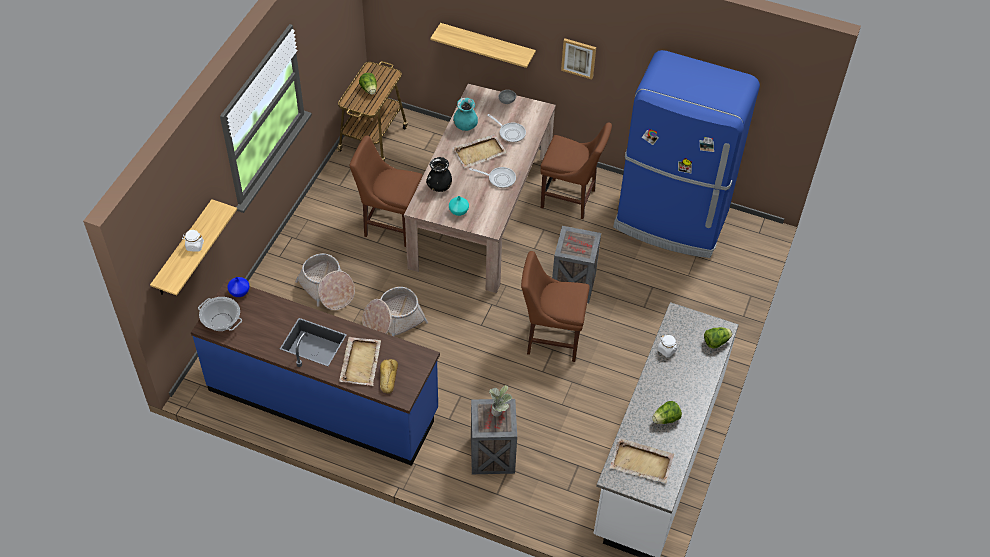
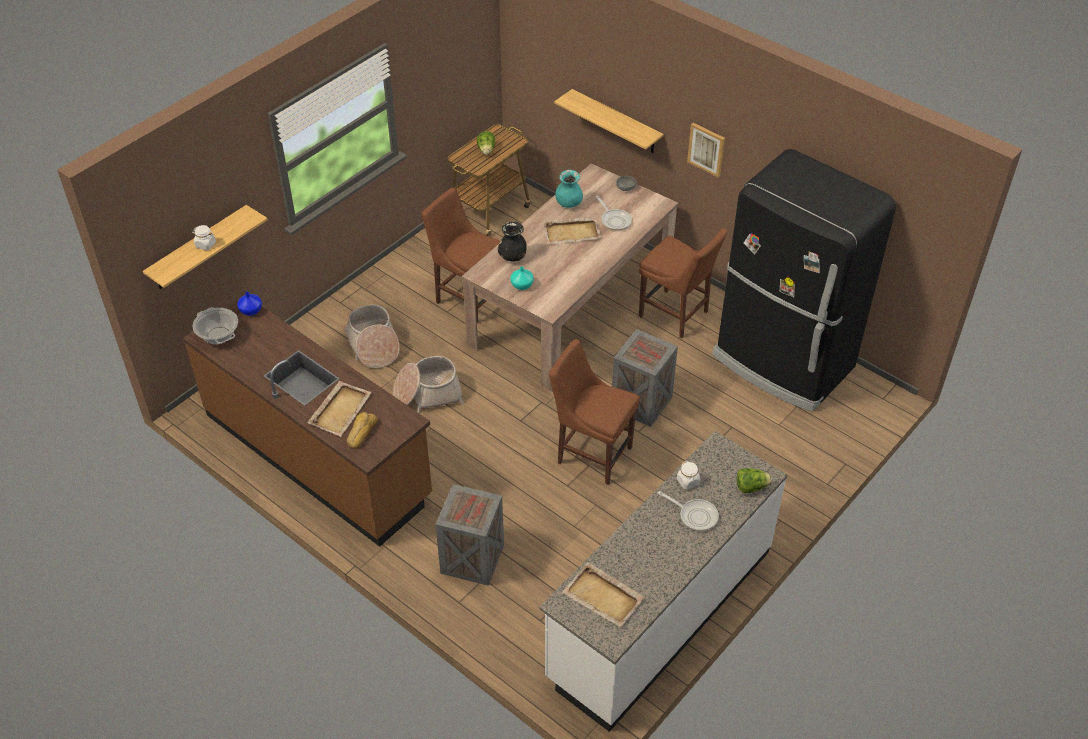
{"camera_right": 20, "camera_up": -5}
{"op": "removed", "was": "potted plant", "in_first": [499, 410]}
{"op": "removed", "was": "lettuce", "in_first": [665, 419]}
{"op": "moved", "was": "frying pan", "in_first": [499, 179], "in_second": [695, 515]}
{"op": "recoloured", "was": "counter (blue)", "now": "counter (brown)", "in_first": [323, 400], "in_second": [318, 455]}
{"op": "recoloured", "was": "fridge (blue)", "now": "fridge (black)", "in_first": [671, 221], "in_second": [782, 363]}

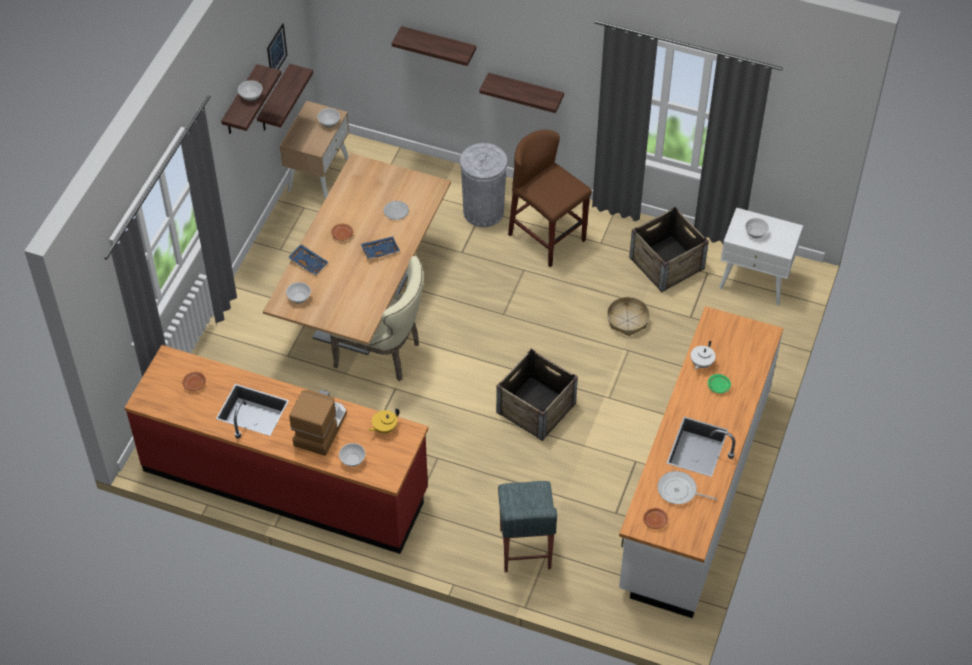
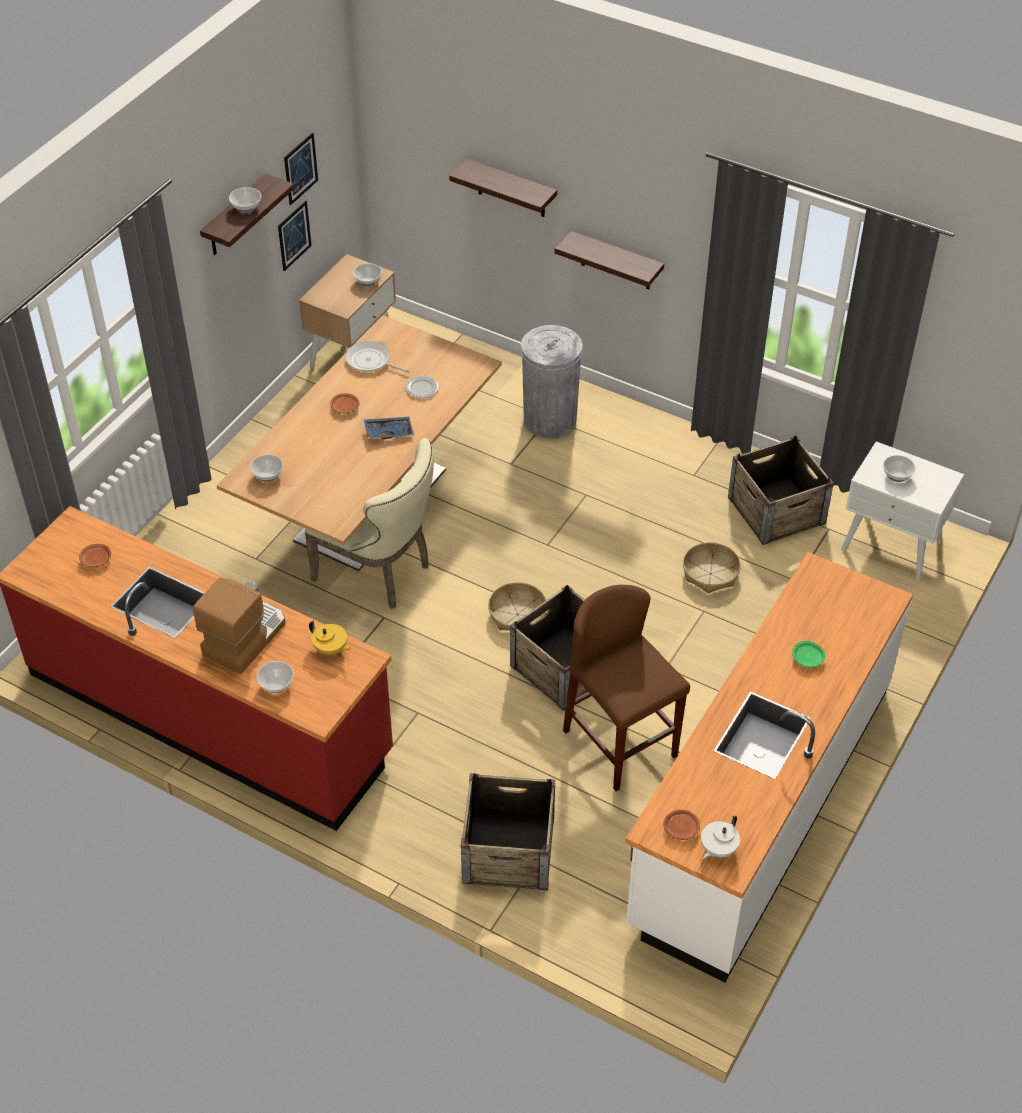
{"camera_right": 10, "camera_up": -5}
{"op": "removed", "was": "tray (blue)", "in_first": [309, 262]}
{"op": "added", "now": "basket", "in_second": [517, 614]}
{"op": "moved", "was": "stool (brown)", "in_first": [547, 237], "in_second": [620, 743]}
{"op": "moved", "was": "frying pan", "in_first": [679, 491], "in_second": [371, 361]}
{"op": "moved", "was": "teapot (white)", "in_first": [701, 363], "in_second": [717, 849]}
{"op": "replaced", "was": "shelf", "now": "picture", "in_first": [274, 100], "in_second": [294, 235]}
{"op": "replaced", "was": "stool (grey)", "now": "crate", "in_first": [525, 549], "in_second": [508, 850]}
{"op": "turned", "was": "teapot (yellow)", "in_first": [384, 428], "in_second": [331, 649], "clockwise": -120}

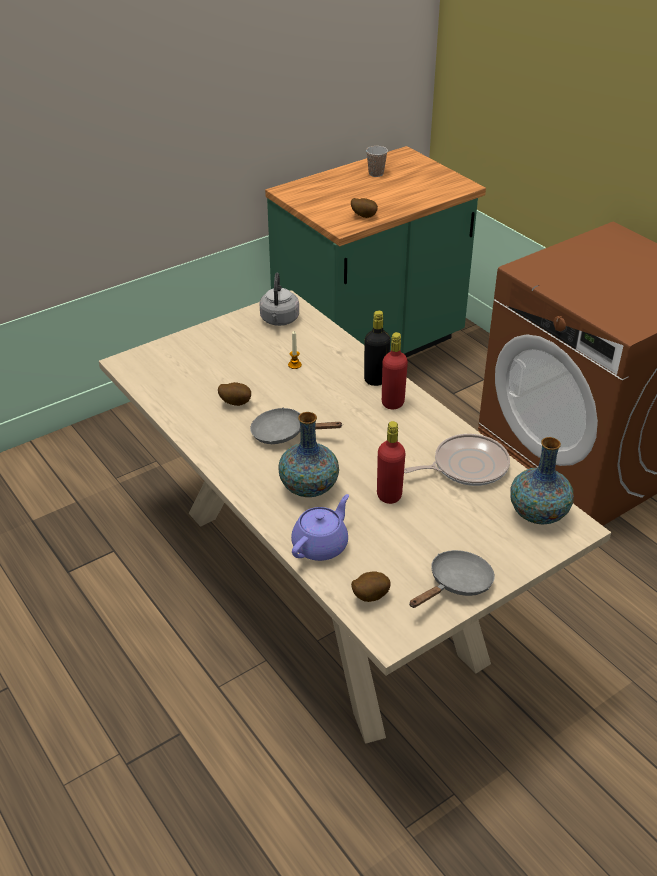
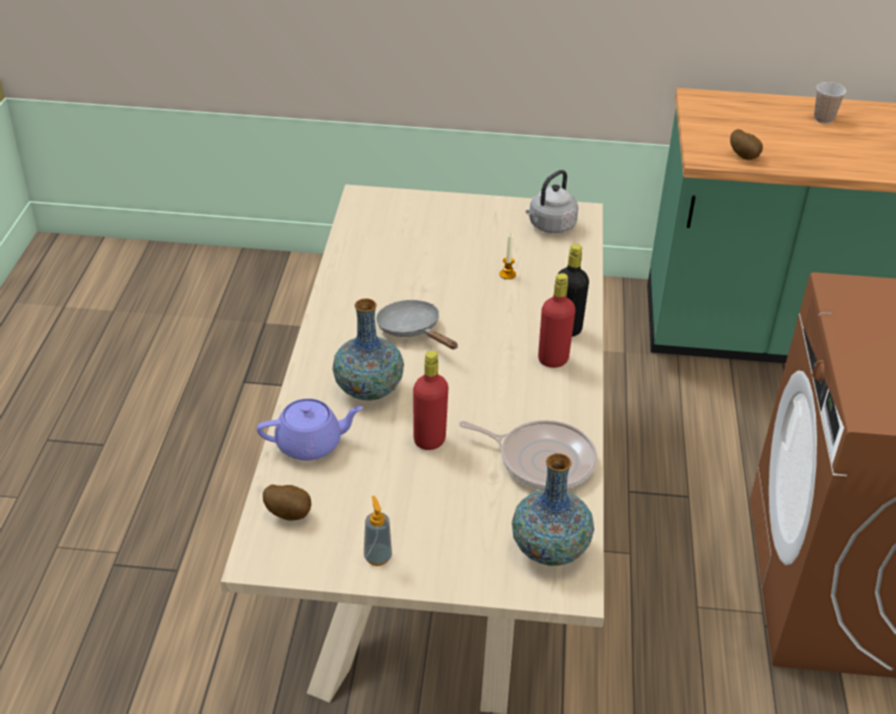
{"camera_right": 40, "camera_up": 0}
{"op": "removed", "was": "potato", "in_first": [235, 403]}
{"op": "replaced", "was": "frying pan (grey)", "now": "soap dispenser", "in_first": [456, 584], "in_second": [377, 557]}

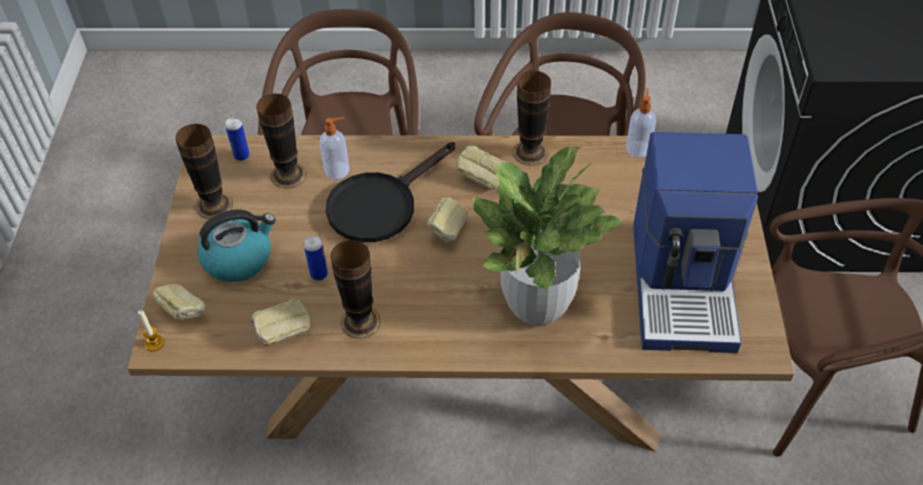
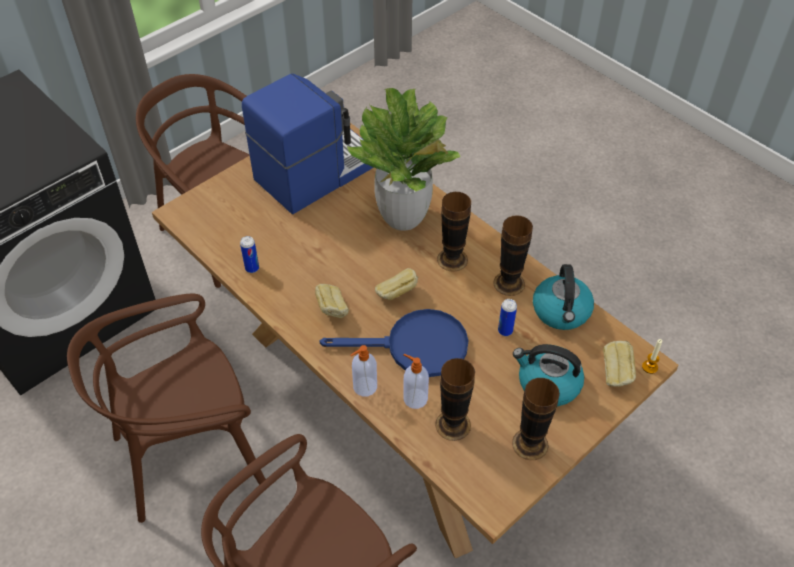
{"camera_right": -135, "camera_up": 0}
{"op": "moved", "was": "can", "in_first": [241, 156], "in_second": [252, 268]}
{"op": "moved", "was": "vase", "in_first": [530, 152], "in_second": [452, 259]}
{"op": "moved", "was": "soap dispenser", "in_first": [638, 148], "in_second": [364, 387]}
{"op": "replaced", "was": "bread", "now": "kettle", "in_first": [283, 333], "in_second": [561, 312]}
{"op": "recoloured", "was": "frying pan (black)", "now": "frying pan (blue)", "in_first": [380, 204], "in_second": [415, 347]}

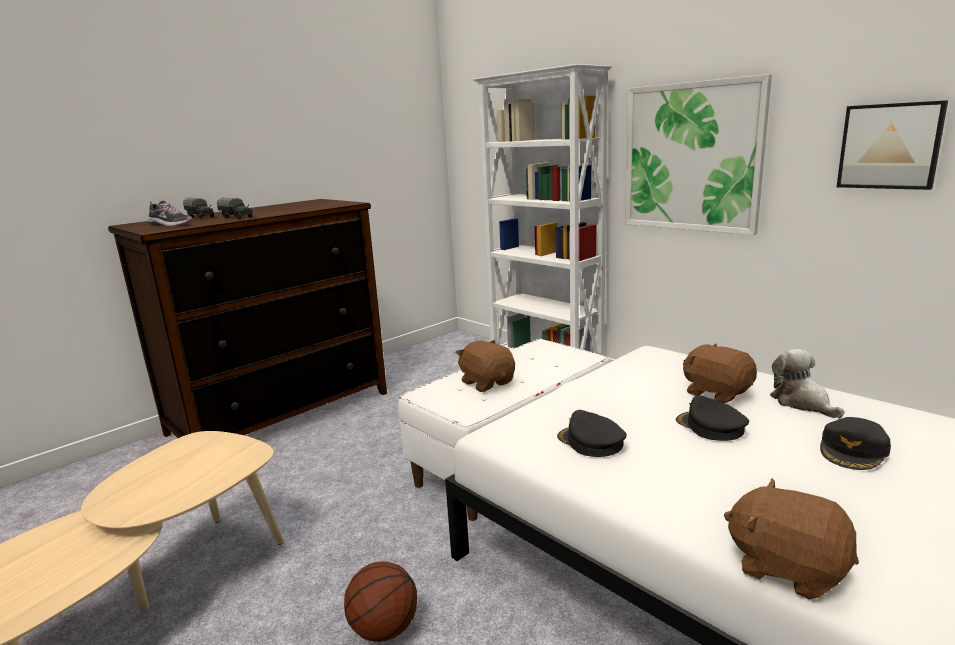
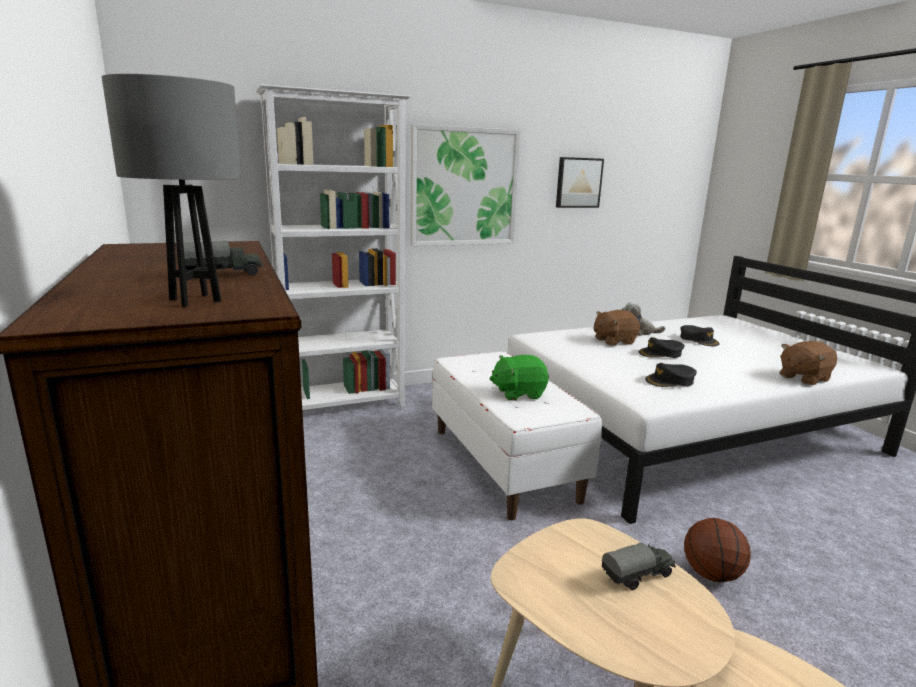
{"camera_right": -70, "camera_up": 0}
{"op": "moved", "was": "toy truck", "in_first": [200, 217], "in_second": [638, 576]}
{"op": "replaced", "was": "shoe", "now": "table lamp (grey)", "in_first": [171, 224], "in_second": [194, 300]}
{"op": "recoloured", "was": "plush toy (brown)", "now": "plush toy (green)", "in_first": [487, 383], "in_second": [518, 393]}

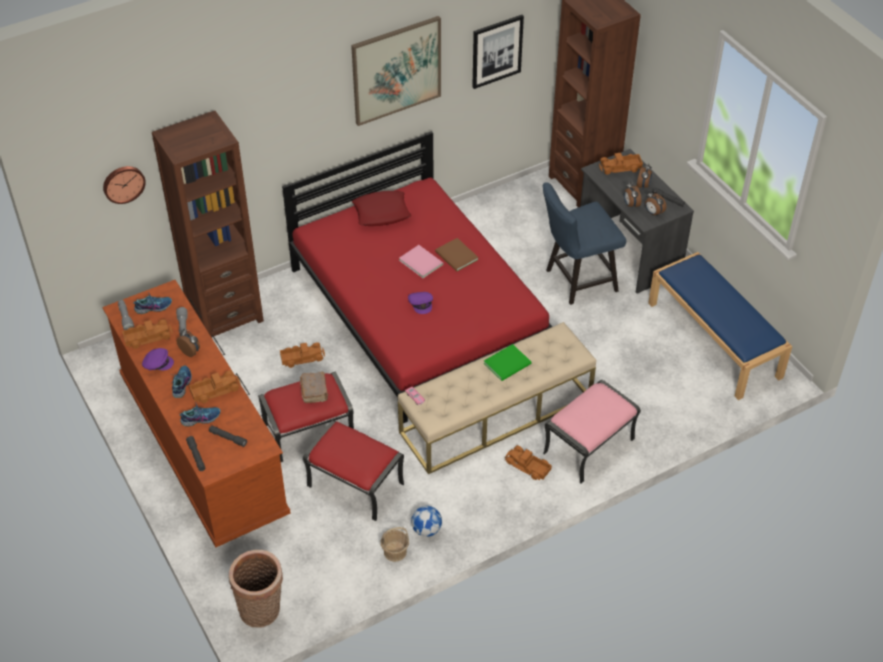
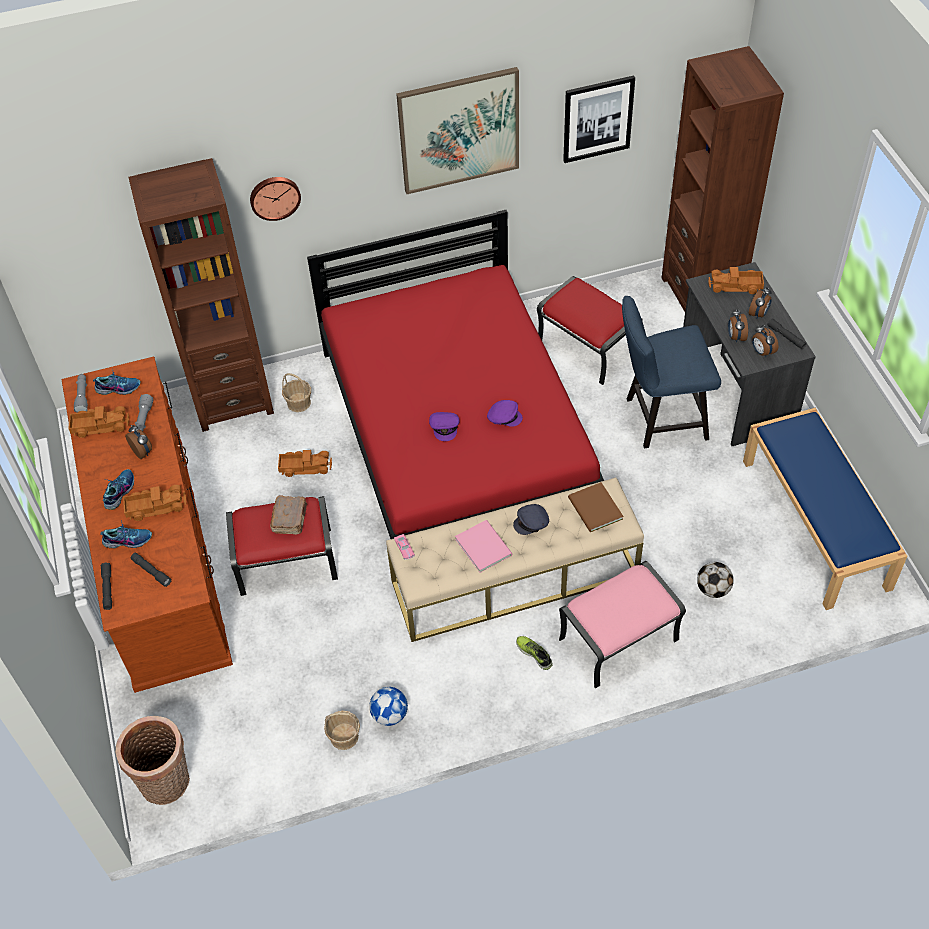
{"camera_right": 15, "camera_up": 5}
{"op": "removed", "was": "pillow (red)", "in_first": [381, 213]}
{"op": "added", "now": "basket", "in_second": [299, 402]}
{"op": "added", "now": "football", "in_second": [713, 589]}
{"op": "moved", "was": "wall clock", "in_first": [123, 183], "in_second": [274, 197]}
{"op": "moved", "was": "cap (purple)", "in_first": [157, 363], "in_second": [504, 417]}
{"op": "moved", "was": "ottoman (red)", "in_first": [356, 484], "in_second": [588, 347]}
{"op": "moved", "was": "book (pink)", "in_first": [421, 261], "in_second": [483, 545]}
{"op": "moved", "was": "book (brown)", "in_first": [456, 257], "in_second": [595, 510]}
{"op": "replaced", "was": "book (green)", "now": "cap (grey)", "in_first": [509, 363], "in_second": [532, 522]}
{"op": "replaced", "was": "toy truck", "now": "shoe", "in_first": [527, 467], "in_second": [534, 654]}

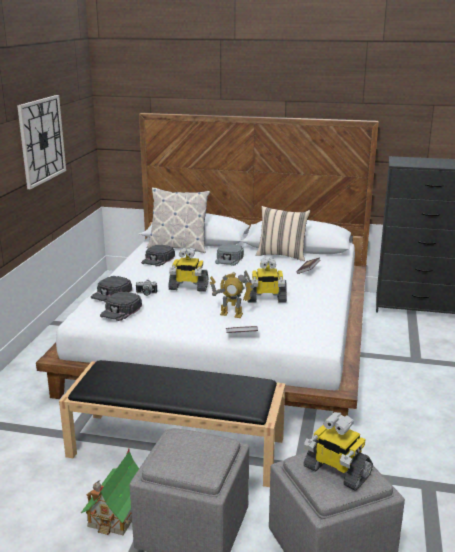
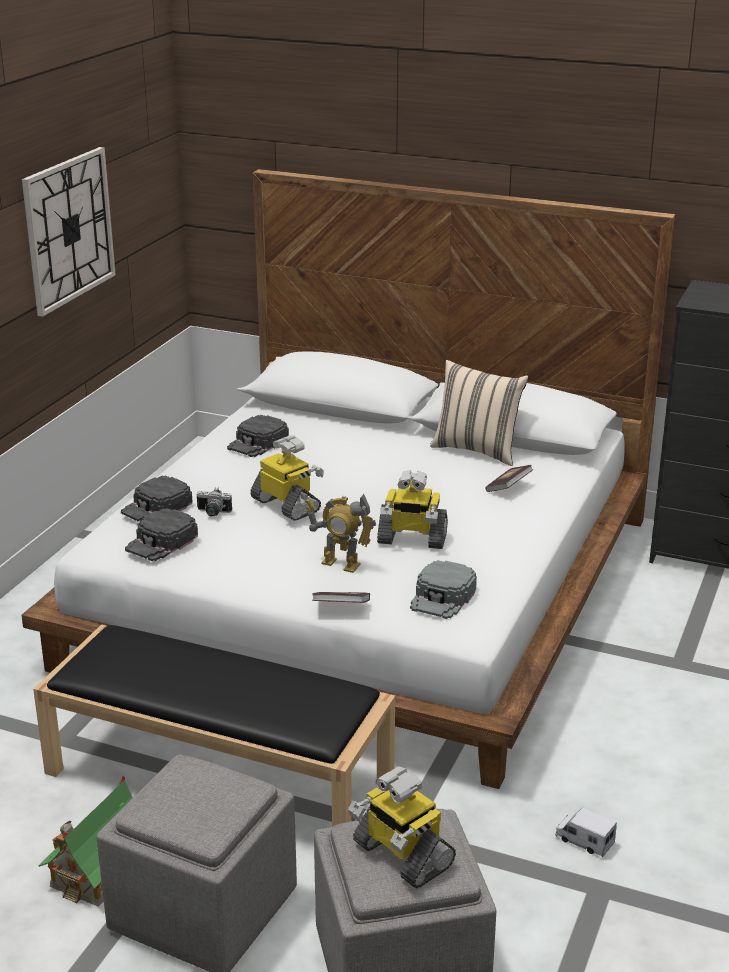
{"camera_right": 10, "camera_up": 5}
{"op": "removed", "was": "pillow", "in_first": [178, 247]}
{"op": "added", "now": "toy truck", "in_second": [584, 841]}
{"op": "moved", "was": "cap (grey)", "in_first": [229, 259], "in_second": [443, 597]}
{"op": "turned", "was": "toy robot", "in_first": [188, 287], "in_second": [287, 505], "clockwise": -150}

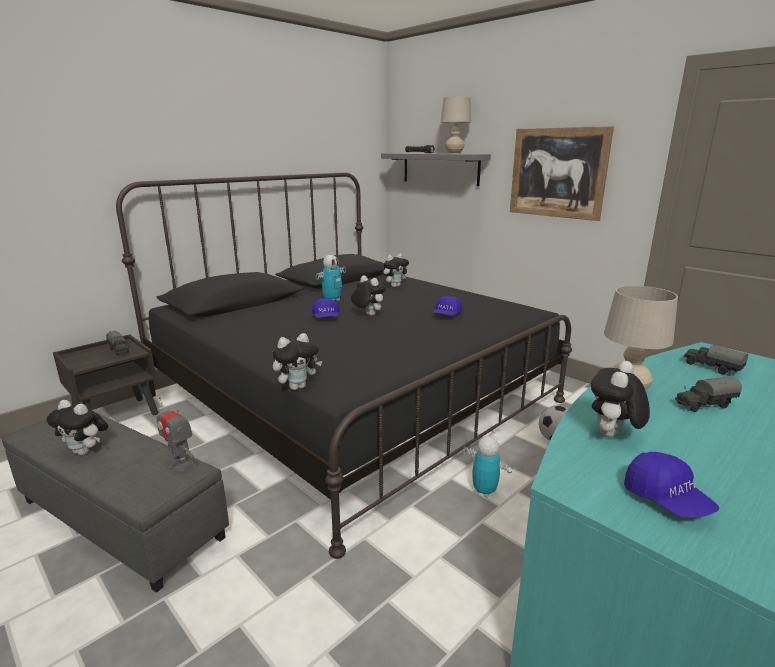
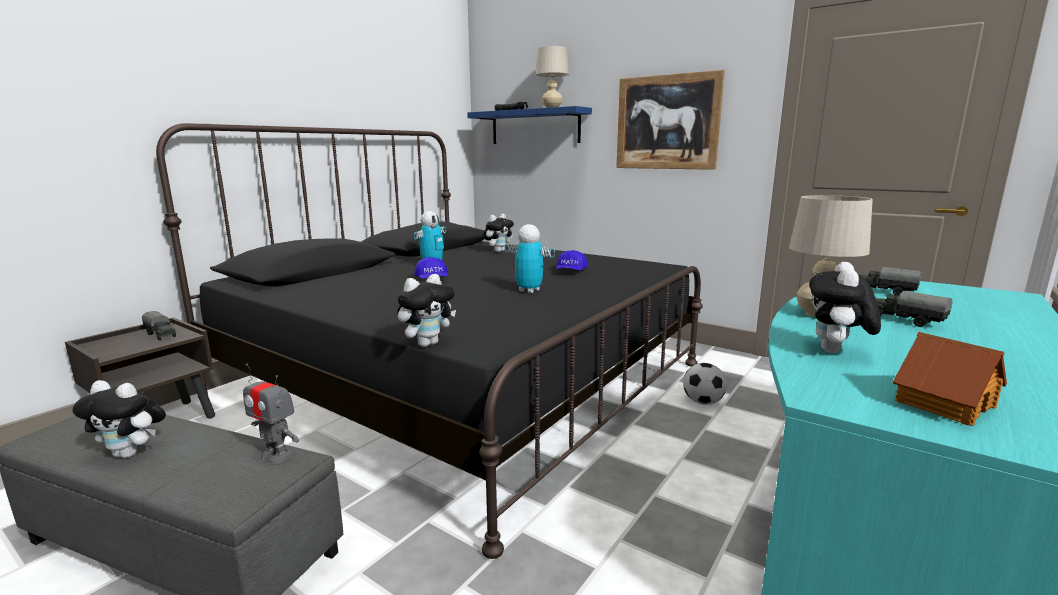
{"camera_right": -10, "camera_up": -5}
{"op": "removed", "was": "plush toy", "in_first": [368, 315]}
{"op": "moved", "was": "toy robot", "in_first": [484, 491], "in_second": [529, 290]}
{"op": "replaced", "was": "cap (blue)", "now": "toy house", "in_first": [666, 500], "in_second": [943, 403]}
{"op": "recoloured", "was": "shelf (grey)", "now": "shelf (blue)", "in_first": [440, 168], "in_second": [534, 127]}
{"op": "turned", "was": "toy truck", "in_first": [703, 405], "in_second": [903, 320], "clockwise": 75}

